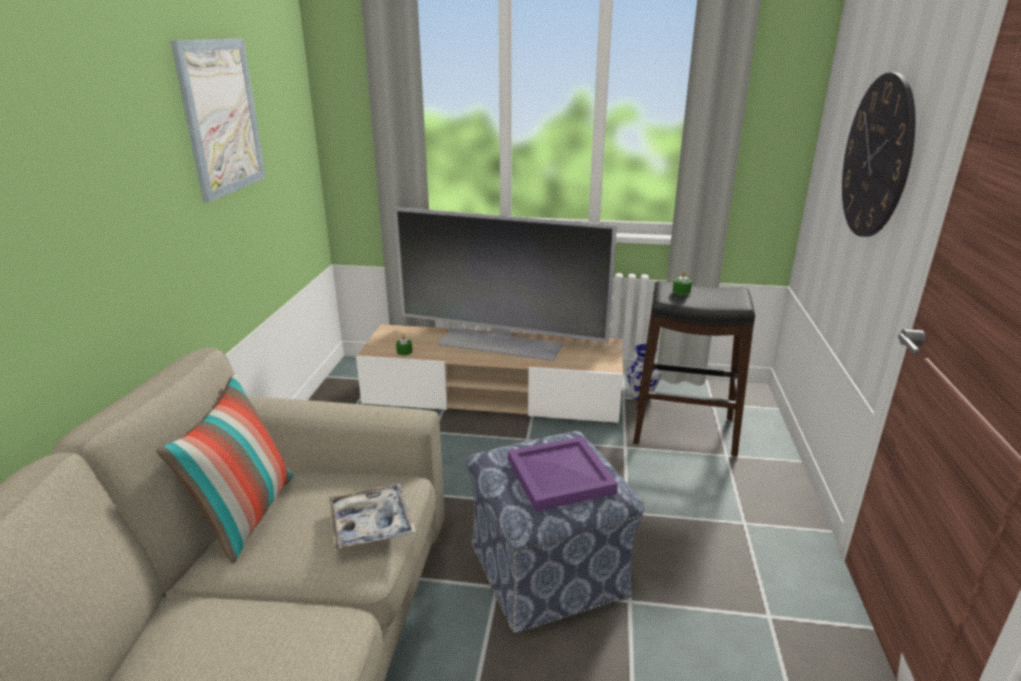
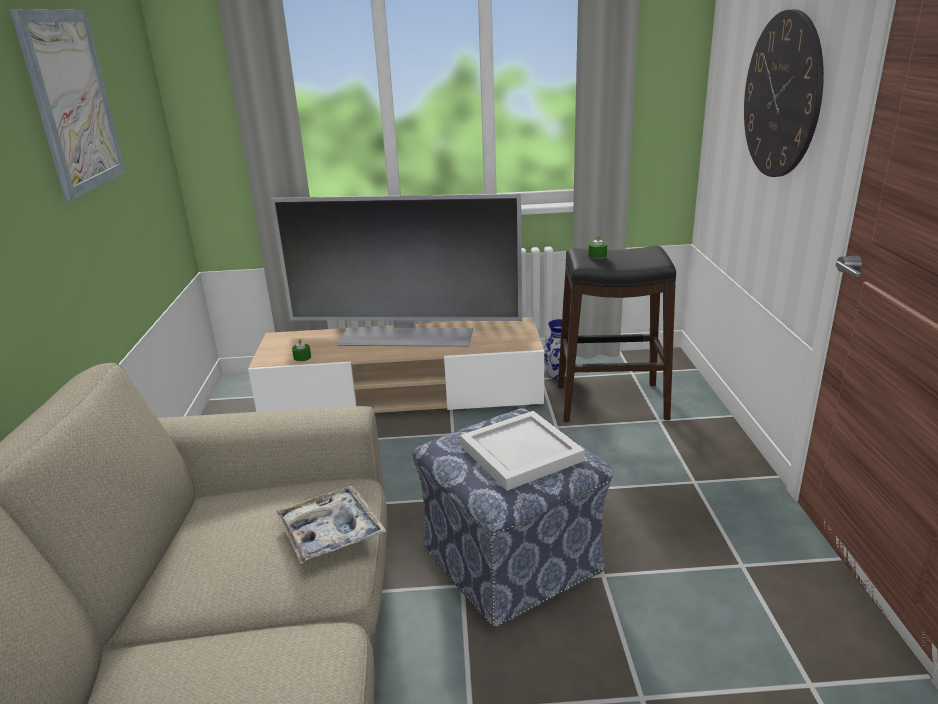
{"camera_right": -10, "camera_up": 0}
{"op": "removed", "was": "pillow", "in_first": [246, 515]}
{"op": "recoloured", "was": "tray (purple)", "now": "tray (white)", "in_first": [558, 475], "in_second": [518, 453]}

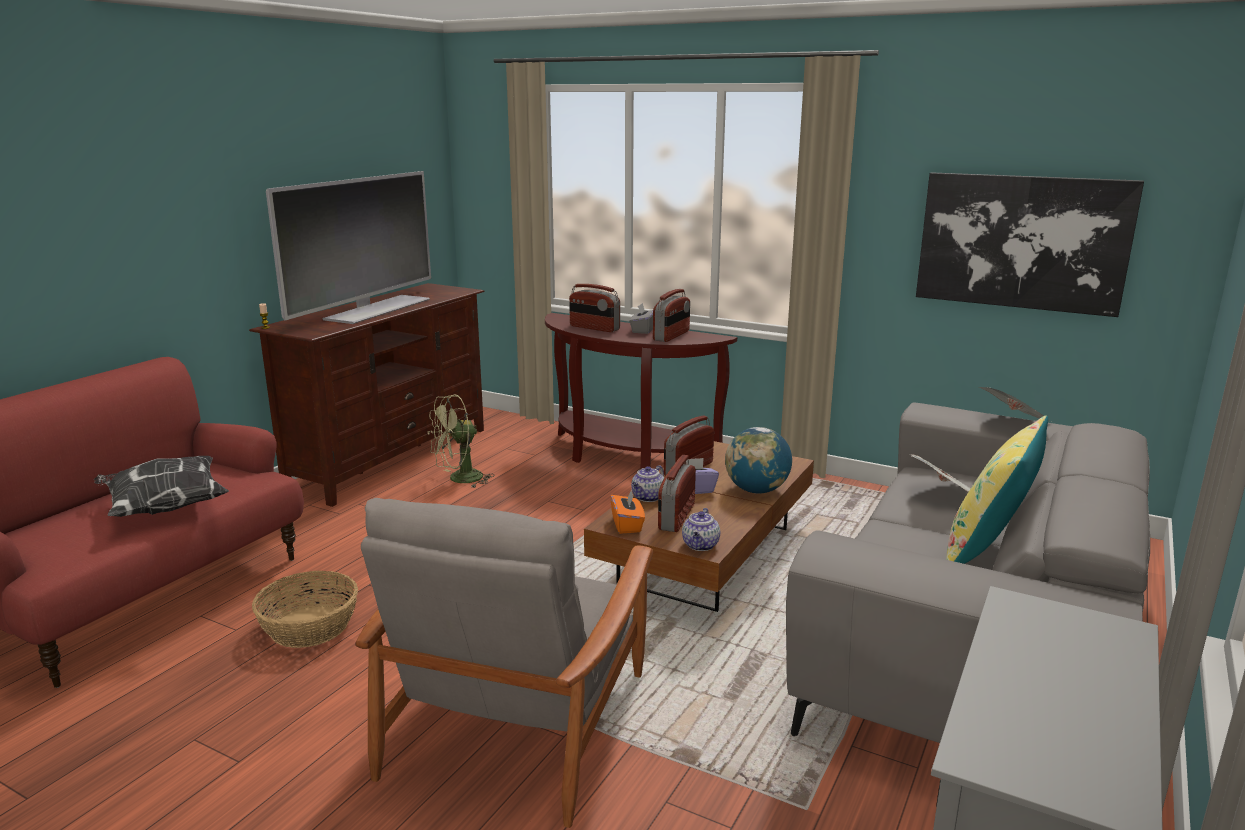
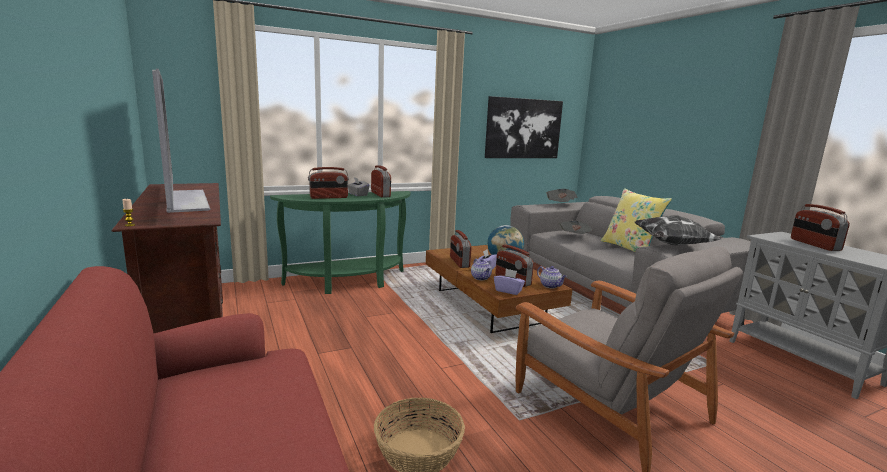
{"camera_right": -55, "camera_up": -5}
{"op": "removed", "was": "fan (green)", "in_first": [459, 479]}
{"op": "added", "now": "radio", "in_second": [814, 245]}
{"op": "moved", "was": "pillow", "in_first": [164, 508], "in_second": [671, 245]}
{"op": "recoloured", "was": "console table (brown)", "now": "console table (green)", "in_first": [625, 457], "in_second": [349, 282]}
{"op": "recoloured", "was": "tissue box (orange)", "now": "tissue box (purple)", "in_first": [627, 525], "in_second": [508, 291]}

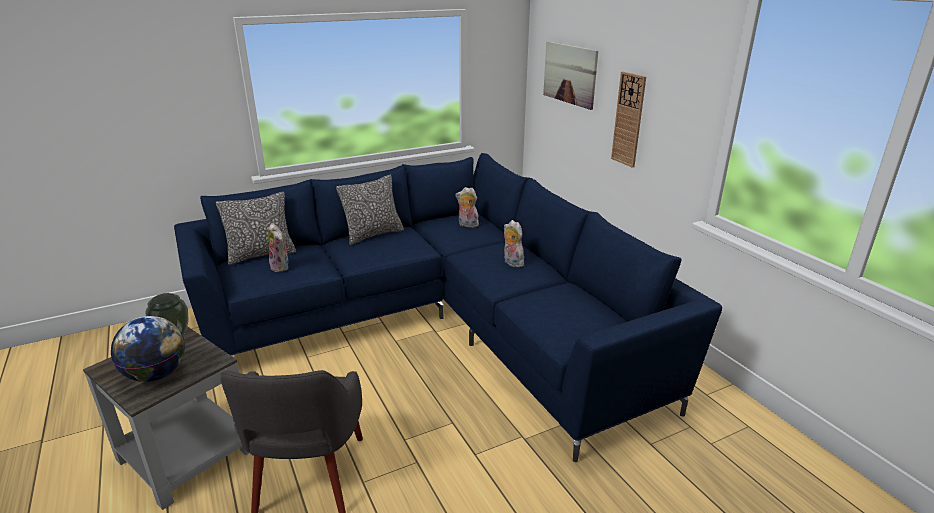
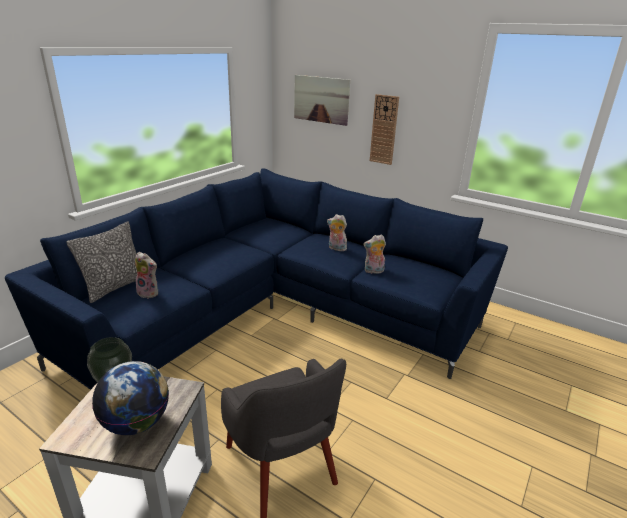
{"camera_right": -30, "camera_up": 0}
{"op": "removed", "was": "pillow", "in_first": [373, 234]}
{"op": "moved", "was": "plush toy", "in_first": [467, 225], "in_second": [373, 271]}

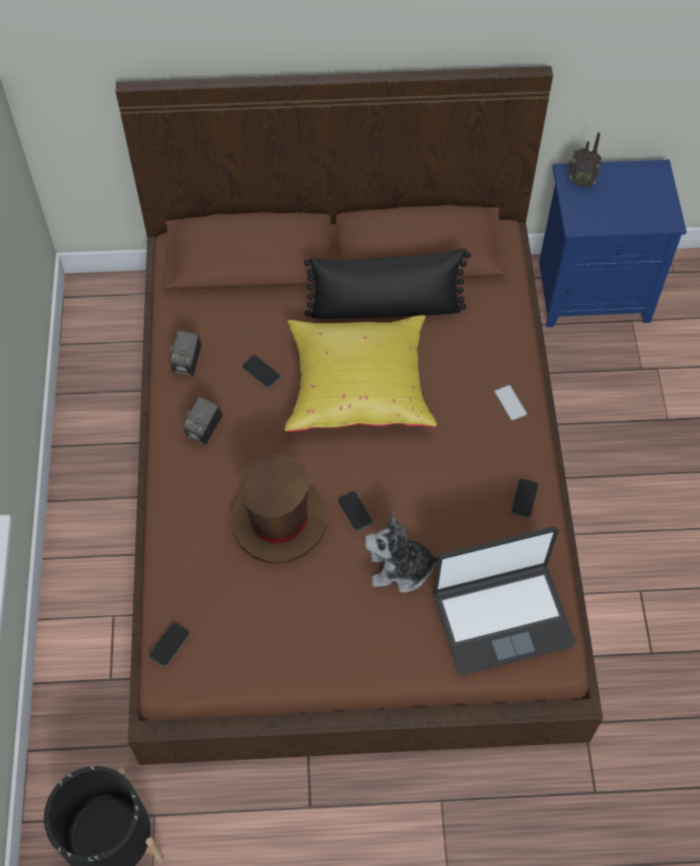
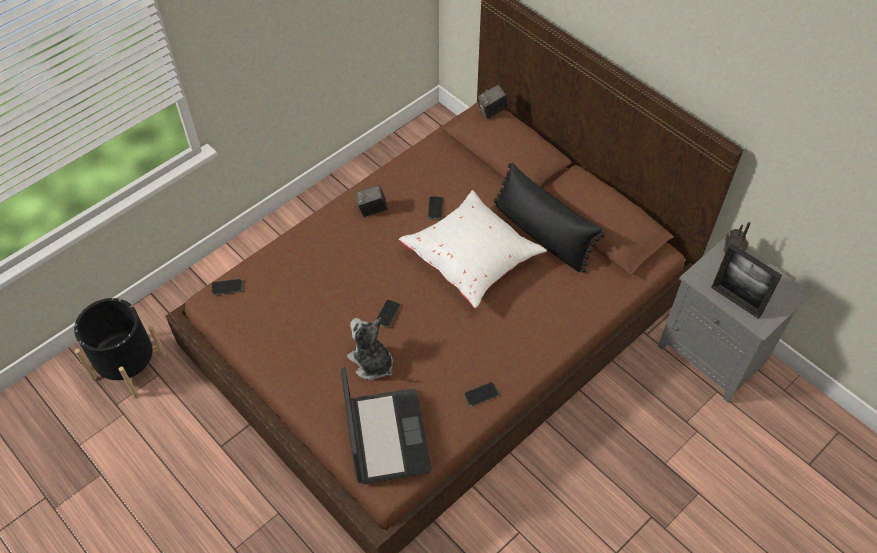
{"camera_right": 50, "camera_up": -5}
{"op": "removed", "was": "hat (brown)", "in_first": [278, 521]}
{"op": "removed", "was": "phone", "in_first": [510, 402]}
{"op": "added", "now": "picture frame", "in_second": [736, 301]}
{"op": "moved", "was": "photo camera", "in_first": [187, 363], "in_second": [492, 111]}
{"op": "recoloured", "was": "pillow (yellow)", "now": "pillow (white)", "in_first": [358, 388], "in_second": [472, 259]}
{"op": "recoloured", "was": "nightstand (blue)", "now": "nightstand (grey)", "in_first": [594, 290], "in_second": [715, 354]}
{"op": "turned", "was": "laptop", "in_first": [501, 617], "in_second": [386, 437], "clockwise": -135}

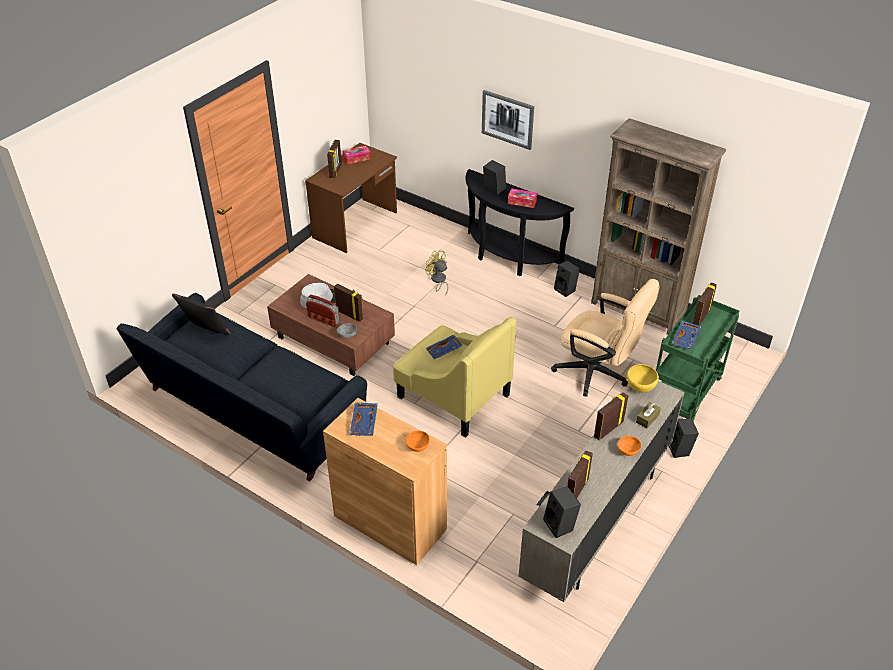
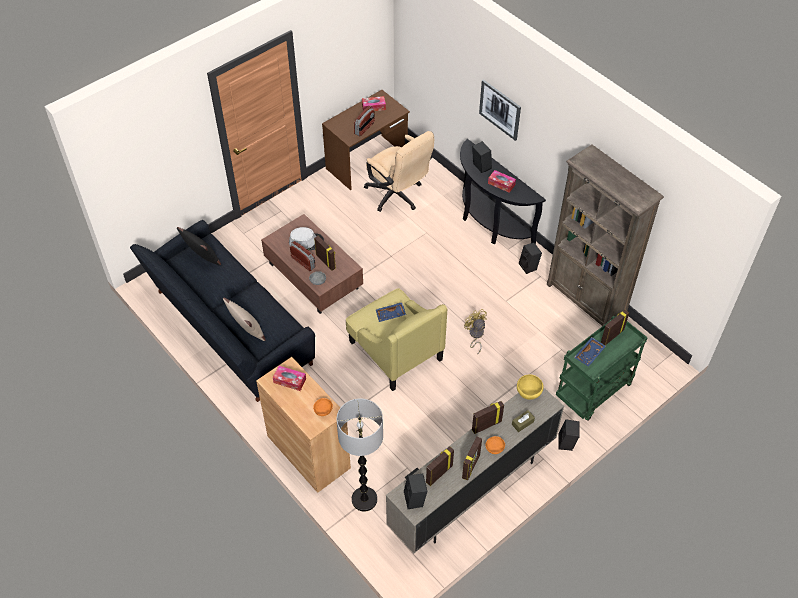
{"camera_right": 15, "camera_up": 10}
{"op": "added", "now": "pillow (beige)", "in_second": [248, 332]}
{"op": "added", "now": "floor lamp", "in_second": [364, 499]}
{"op": "added", "now": "radio", "in_second": [364, 128]}
{"op": "moved", "was": "picture frame", "in_first": [336, 171], "in_second": [471, 466]}
{"op": "moved", "was": "fan (yellow)", "in_first": [438, 281], "in_second": [475, 335]}
{"op": "moved", "was": "office chair (beige)", "in_first": [598, 374], "in_second": [397, 196]}
{"op": "replaced", "was": "tray (blue)", "now": "tissue box", "in_first": [365, 423], "in_second": [289, 380]}

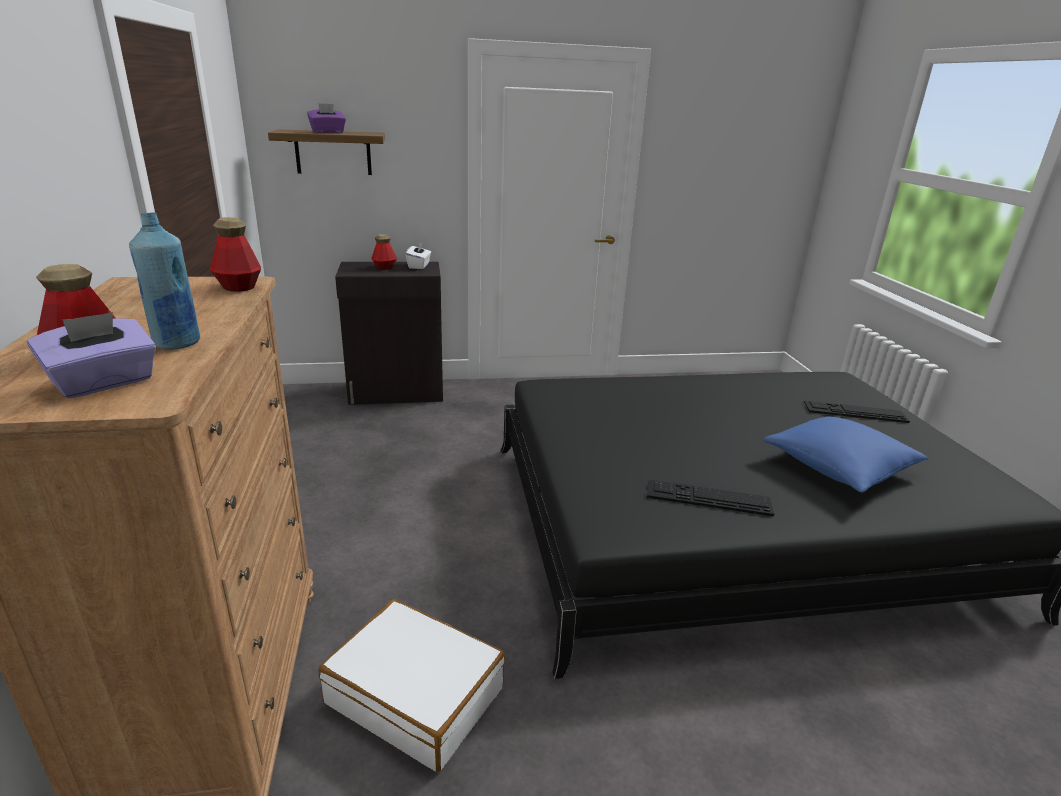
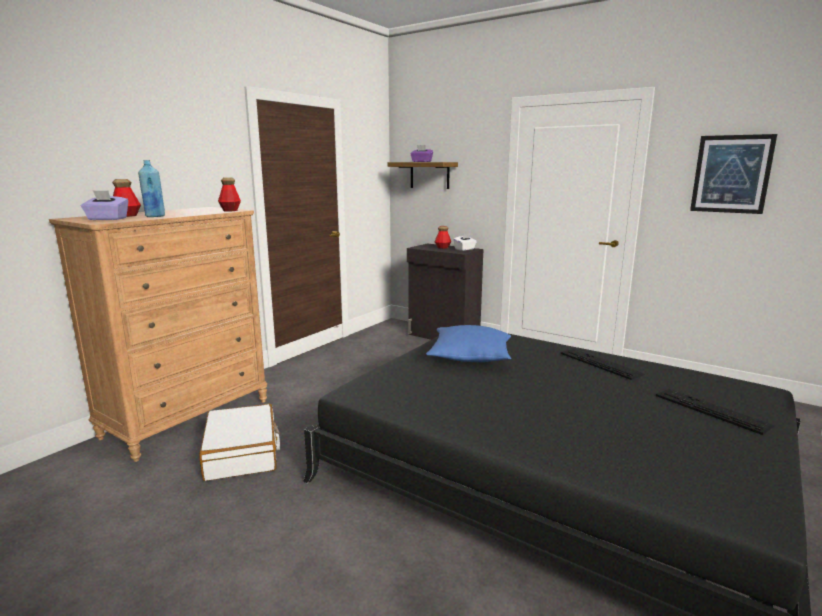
{"camera_right": 45, "camera_up": -10}
{"op": "added", "now": "picture", "in_second": [731, 174]}
{"op": "moved", "was": "keyboard", "in_first": [708, 497], "in_second": [600, 363]}
{"op": "moved", "was": "pillow (blue)", "in_first": [838, 467], "in_second": [470, 357]}

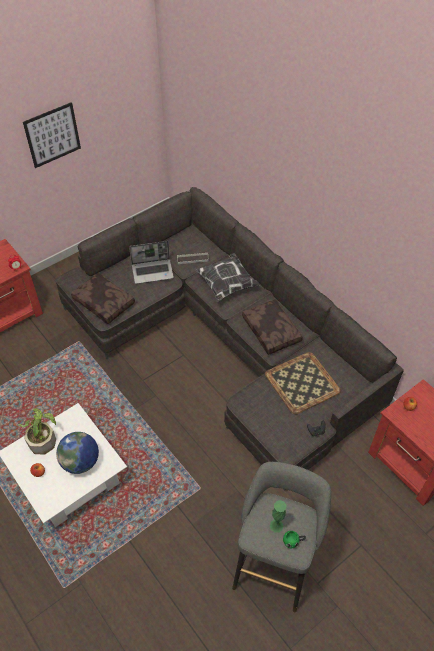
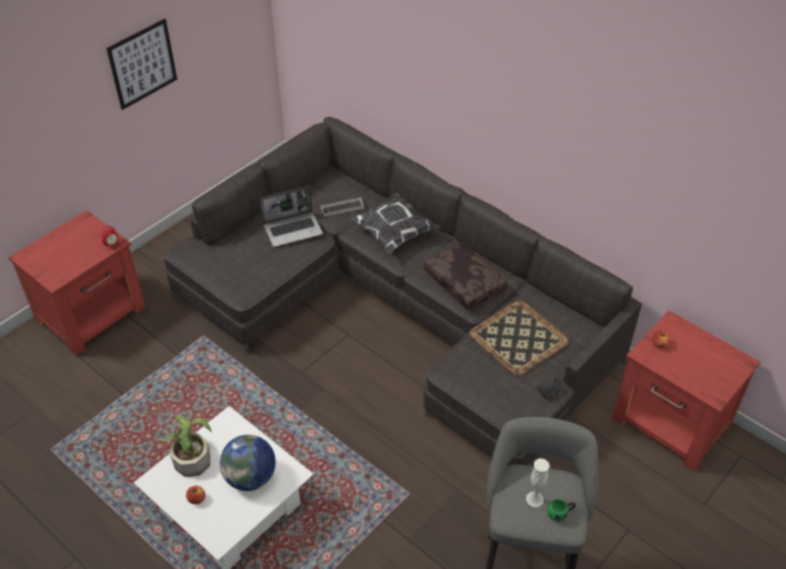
{"camera_right": -10, "camera_up": -5}
{"op": "removed", "was": "pillow (brown)", "in_first": [105, 302]}
{"op": "recoloured", "was": "vase (green)", "now": "vase (white)", "in_first": [276, 525], "in_second": [534, 499]}

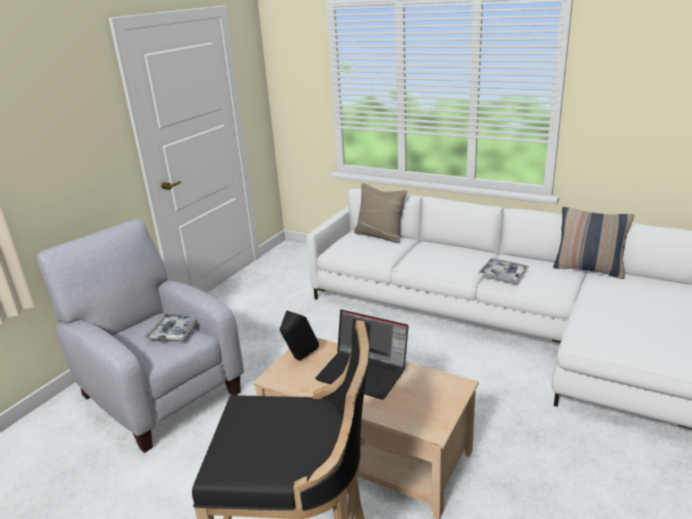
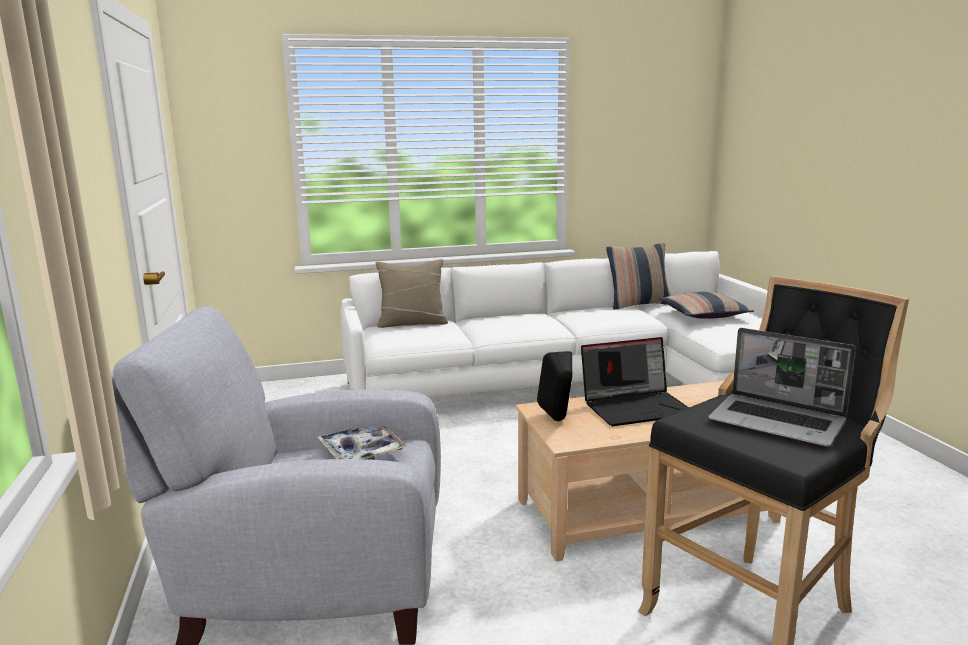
{"camera_right": -45, "camera_up": -10}
{"op": "removed", "was": "tray", "in_first": [503, 275]}
{"op": "added", "now": "pillow", "in_second": [703, 314]}
{"op": "added", "now": "laptop", "in_second": [778, 422]}

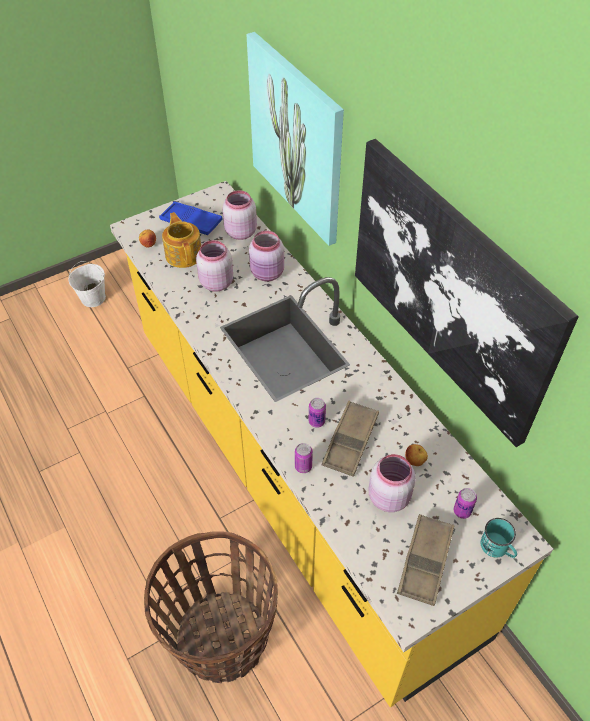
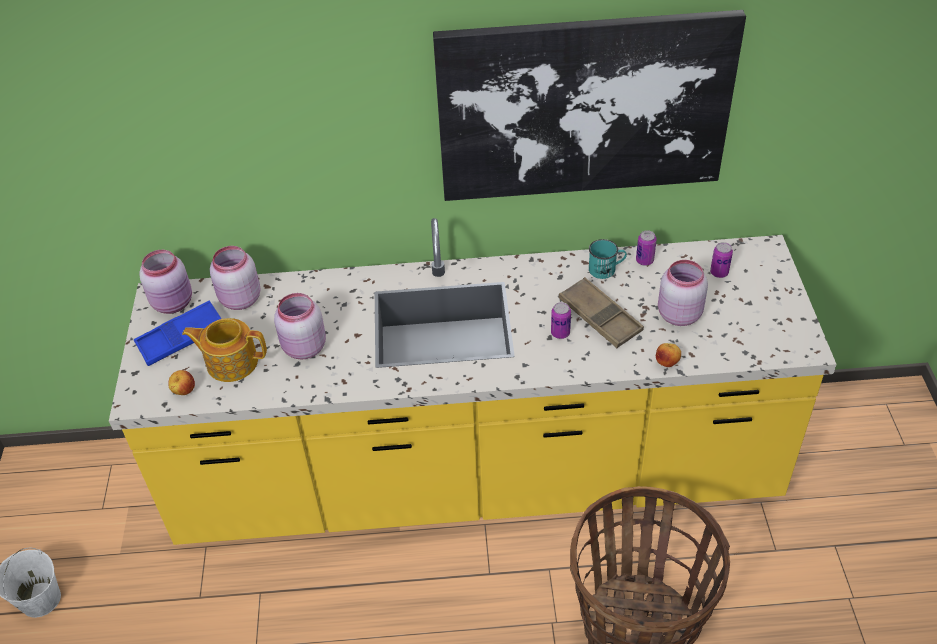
{"camera_right": -60, "camera_up": -5}
{"op": "removed", "was": "picture", "in_first": [296, 139]}
{"op": "removed", "was": "tray (brown)", "in_first": [425, 562]}
{"op": "moved", "was": "jar (pink)", "in_first": [268, 274], "in_second": [174, 303]}
{"op": "moved", "was": "can", "in_first": [303, 466], "in_second": [644, 260]}
{"op": "moved", "was": "apple", "in_first": [415, 461], "in_second": [667, 363]}
{"op": "moved", "was": "mug (turquoise)", "in_first": [497, 548], "in_second": [606, 269]}

